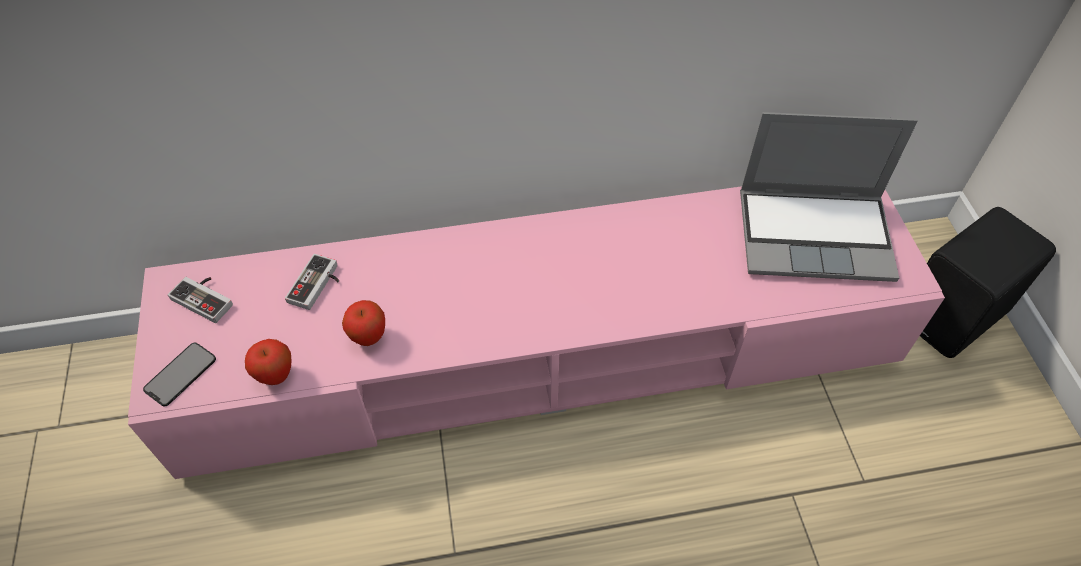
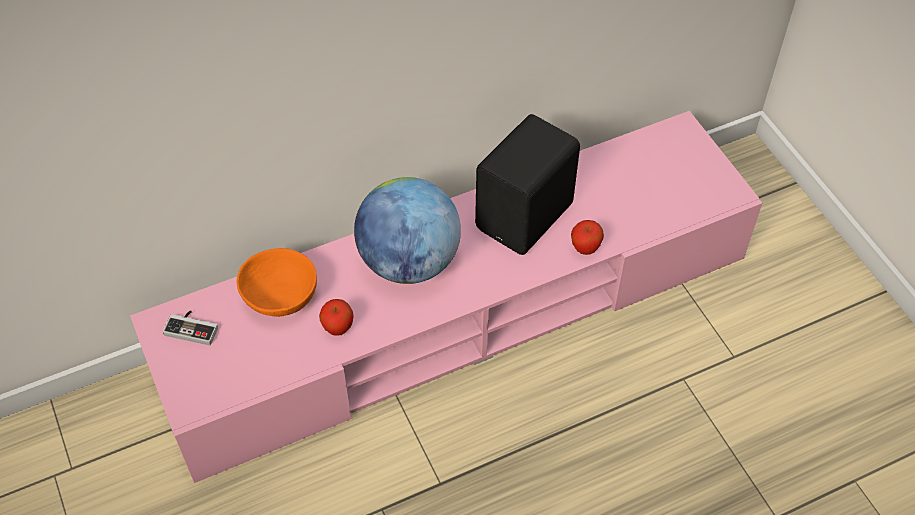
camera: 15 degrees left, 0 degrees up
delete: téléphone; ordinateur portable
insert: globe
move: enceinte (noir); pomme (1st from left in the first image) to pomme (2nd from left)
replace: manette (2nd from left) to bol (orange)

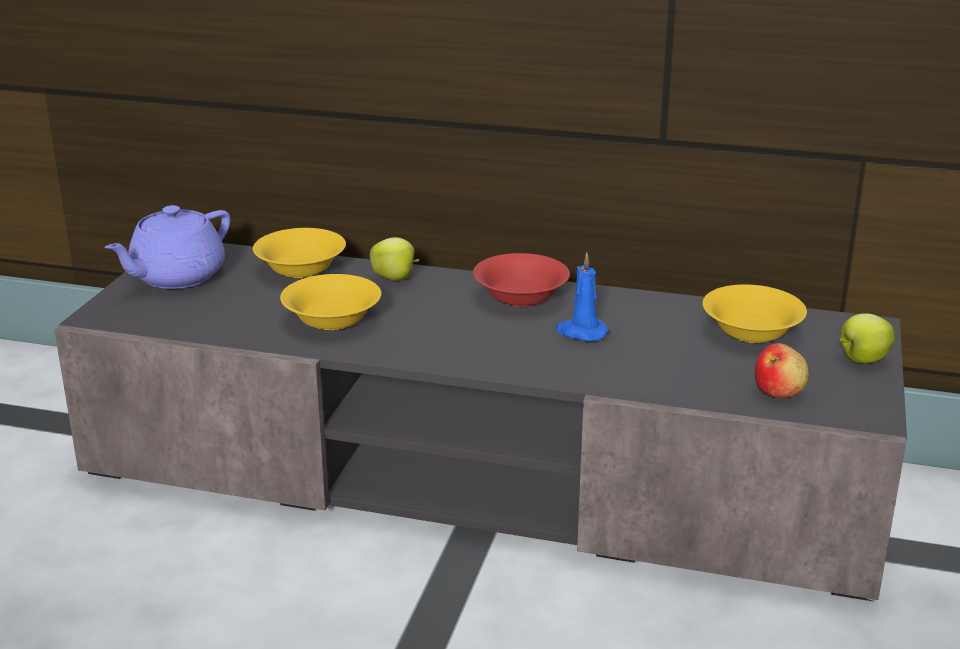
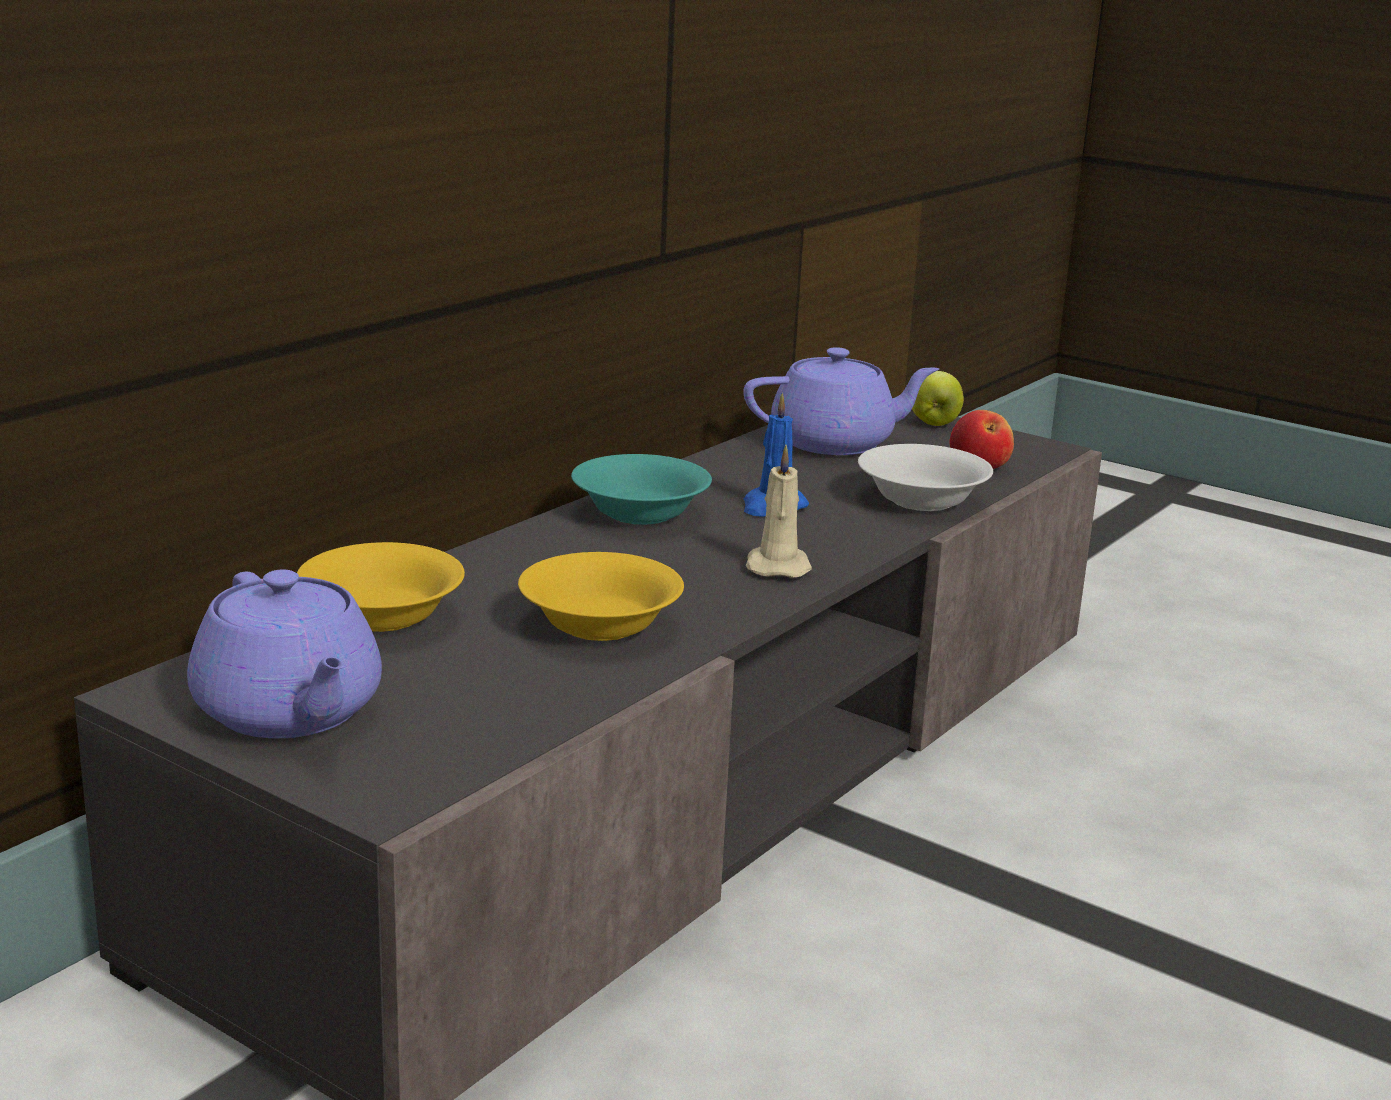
camera: 70 degrees left, 5 degrees down
delete: pomme (1st from left)
insert: bougie (beige); bol (blanc)
replace: bol (jaune) (3rd from left) to théière (violet) (2nd from left)
recolor: bol (rouge) to bol (turquoise)

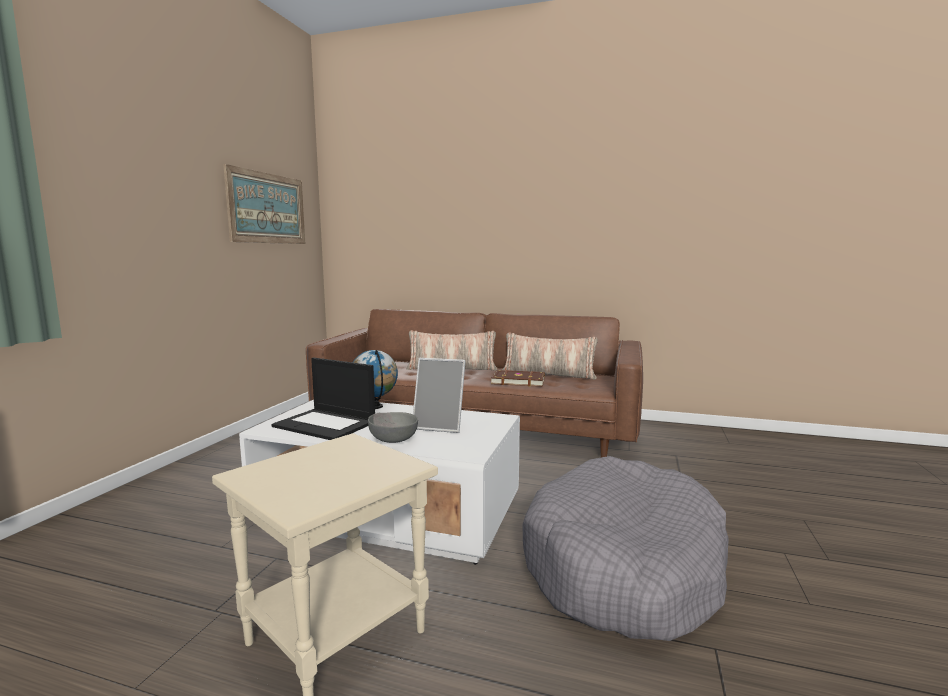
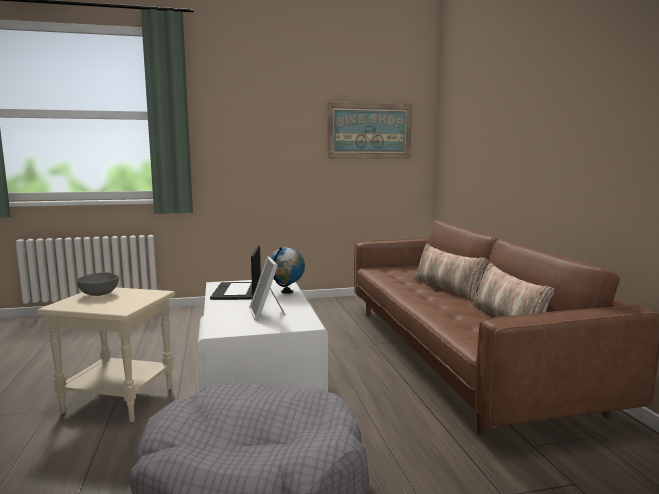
camera: 60 degrees right, 0 degrees up
delete: livre (marron)
move: bol (gris)

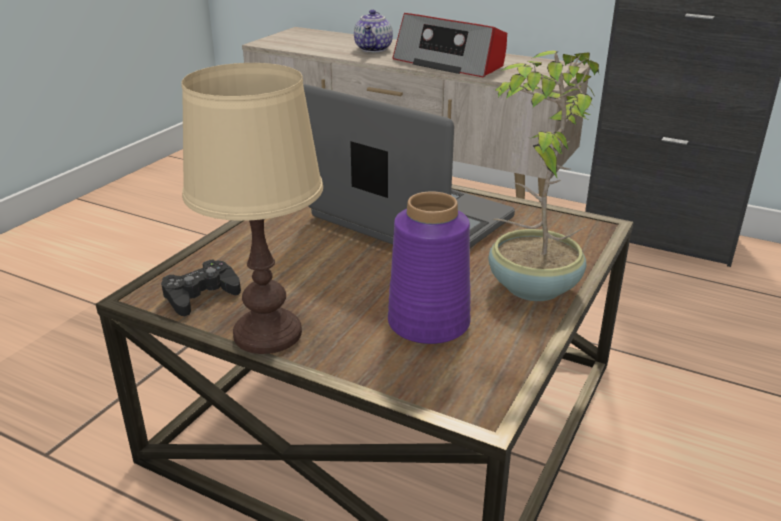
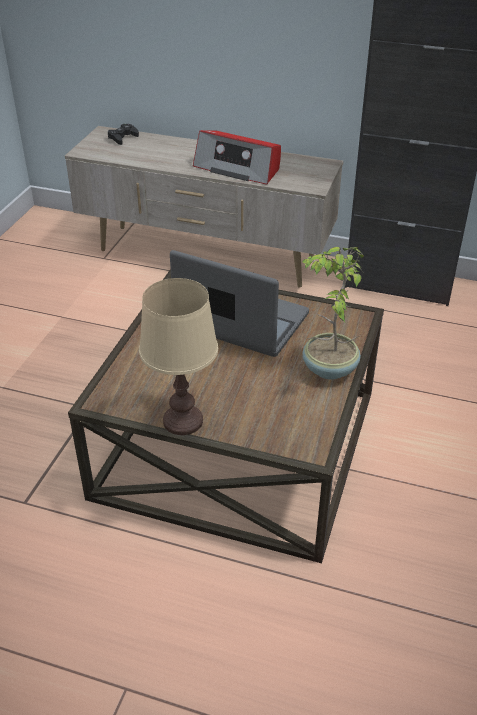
camera: 10 degrees left, 10 degrees up
delete: théière; vase (violet)
move: manette (noir)

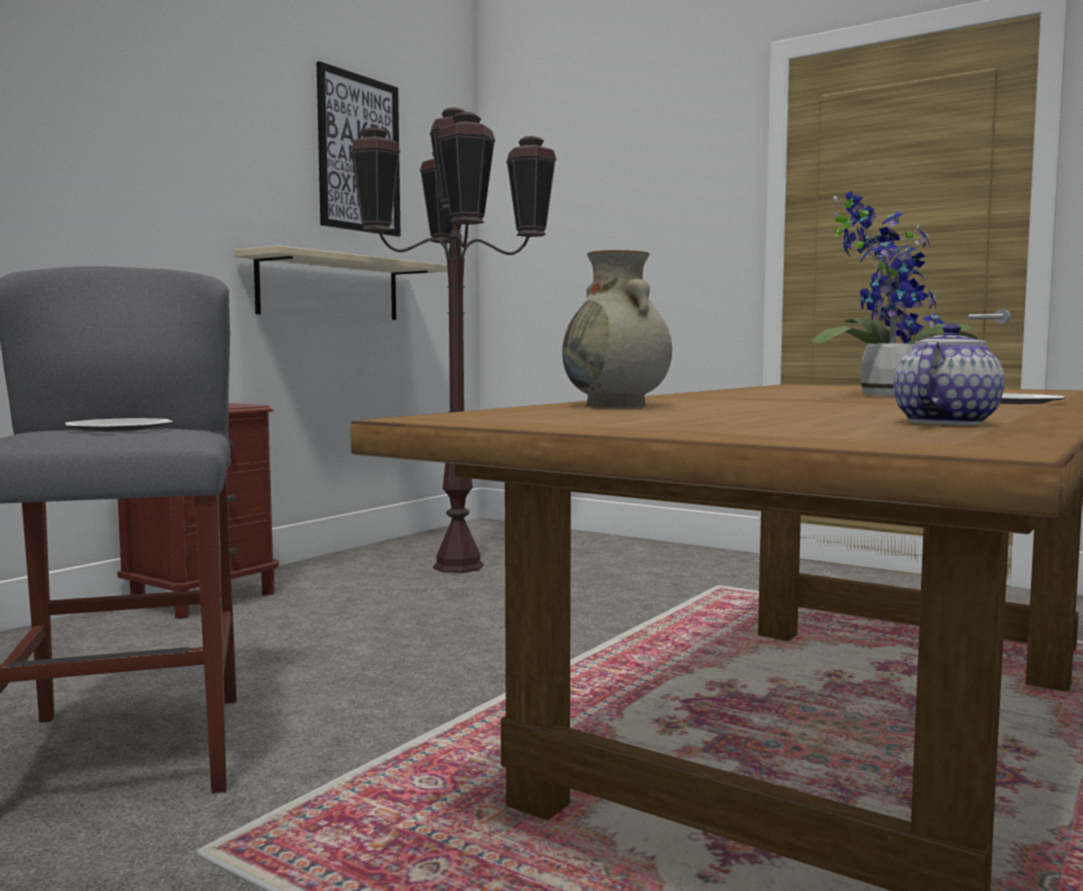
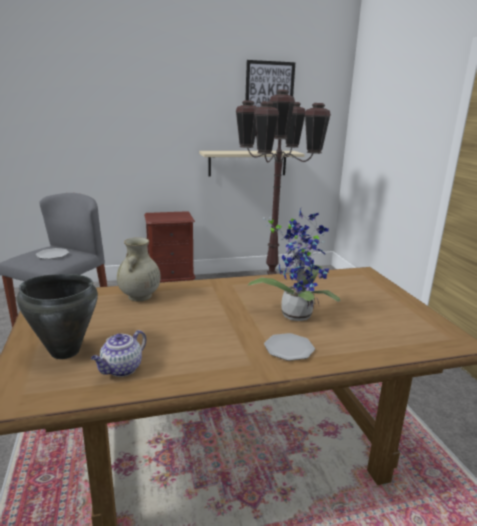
camera: 40 degrees right, 15 degrees up
insert: marmite (noir)
rotate: théière 135 degrees clockwise

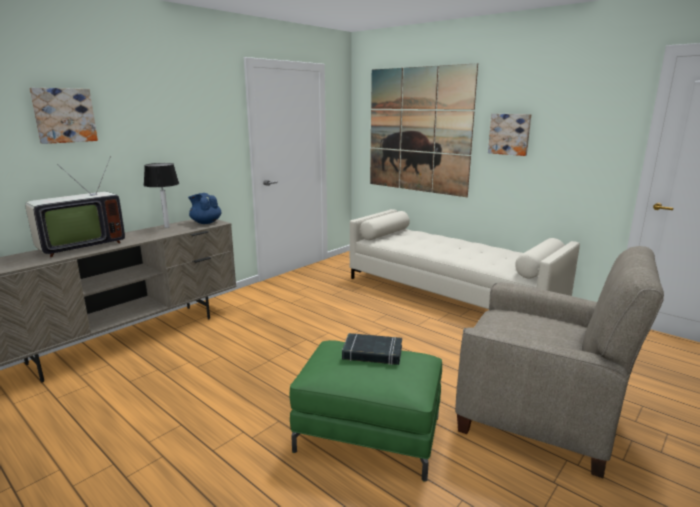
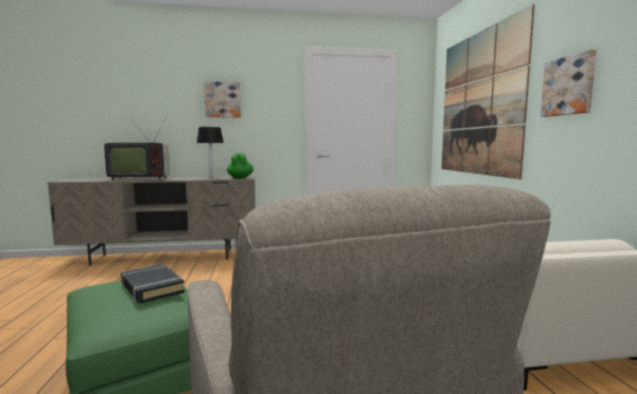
camera: 40 degrees right, 10 degrees down
move: tableau (1st from left)
recolor: théière (bleu) to théière (vert)

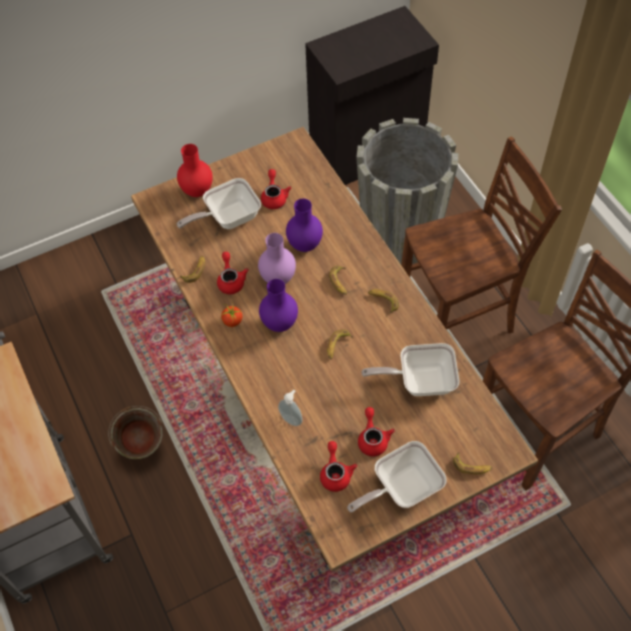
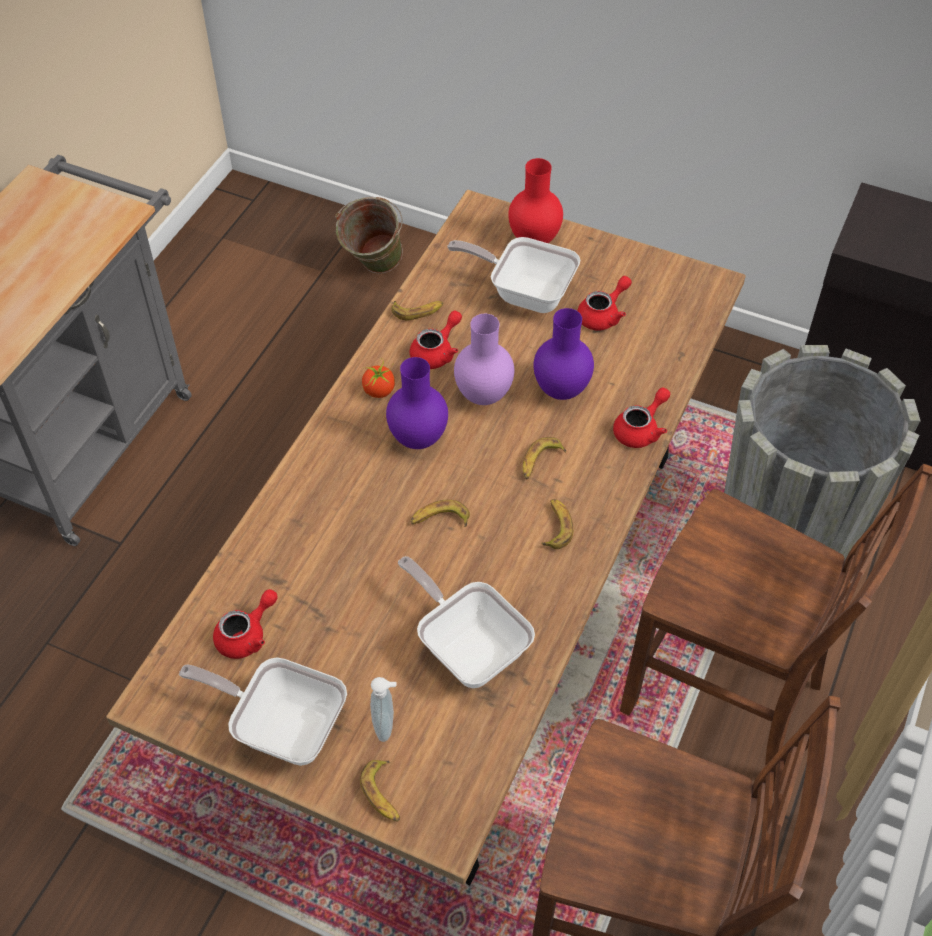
camera: 50 degrees right, 5 degrees down
move: seau (vert); distributeur de savon; théière (rouge) (4th from left)

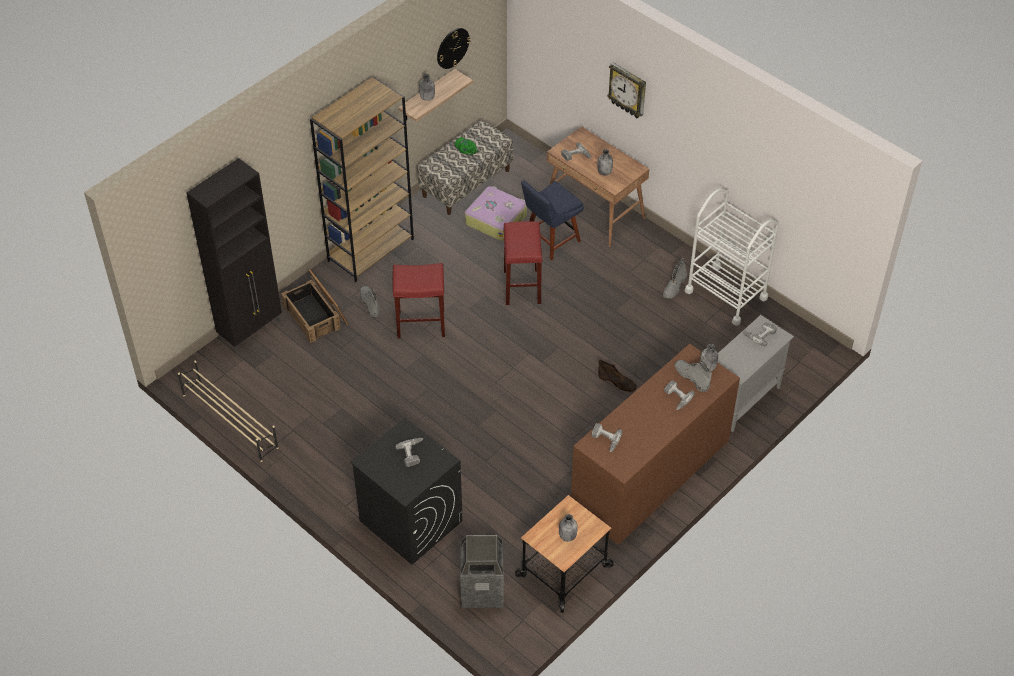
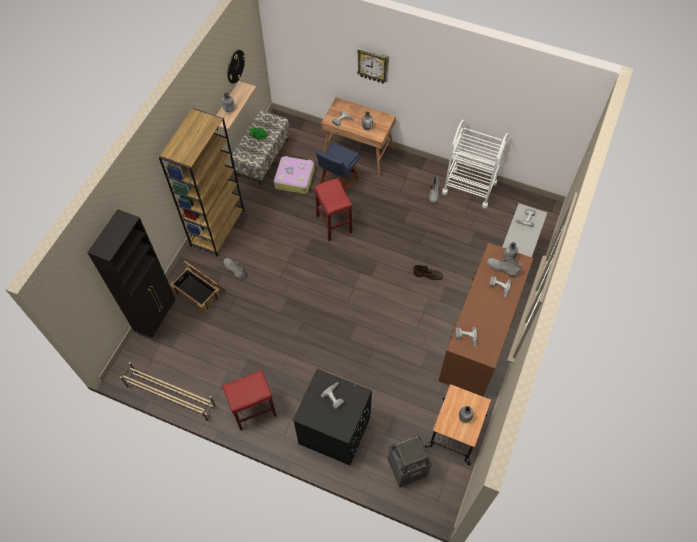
camera: 20 degrees left, 10 degrees up
move: tabouret (rouge) (1st from left)

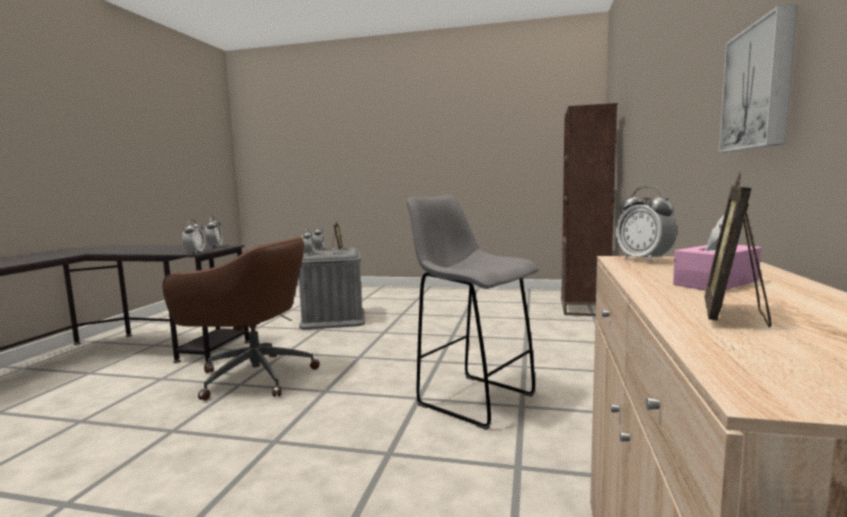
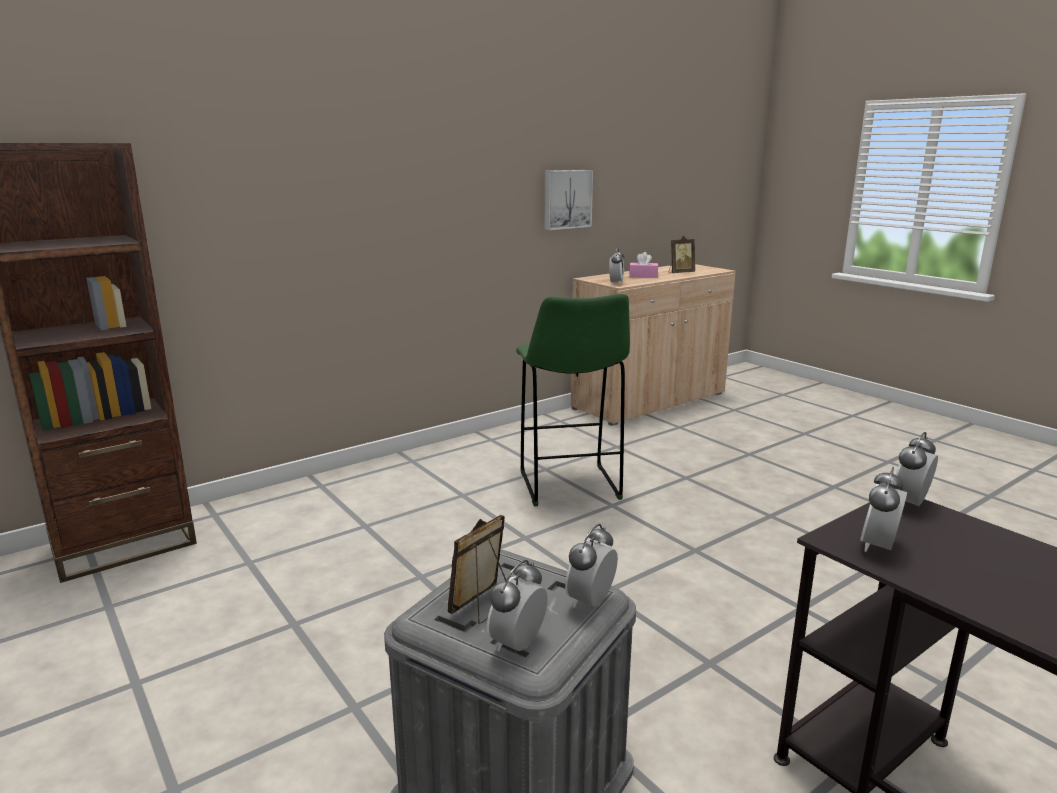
camera: 140 degrees left, 10 degrees up
delete: chaise de bureau (marron)
recolor: tabouret (gris) to tabouret (vert)

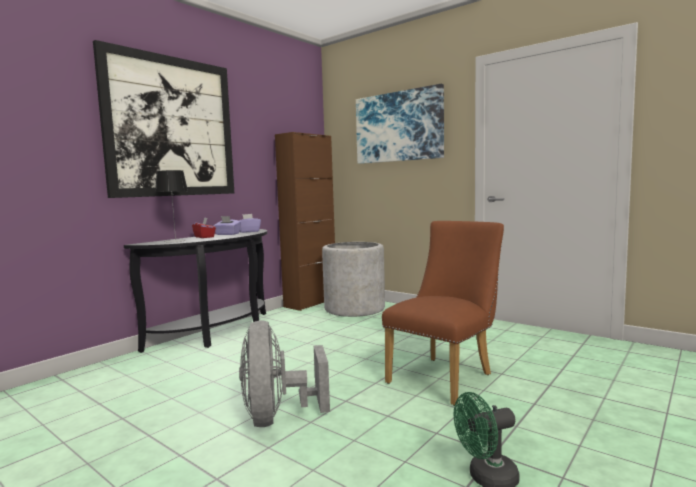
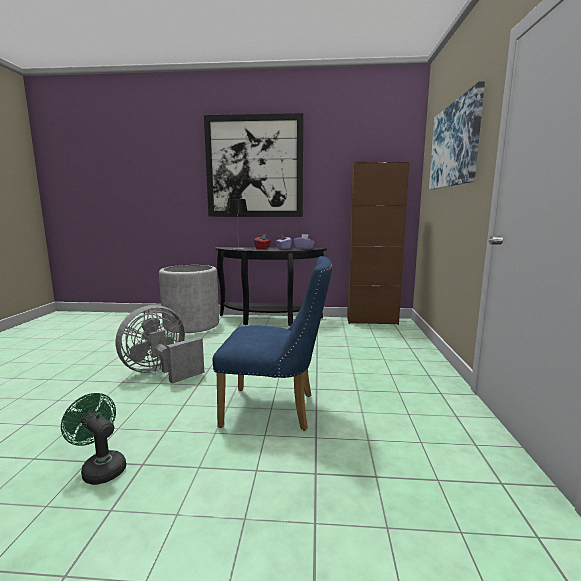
camera: 55 degrees right, 5 degrees up
move: cache-pot (gris)
recolor: chaise (marron) to chaise (bleu)

